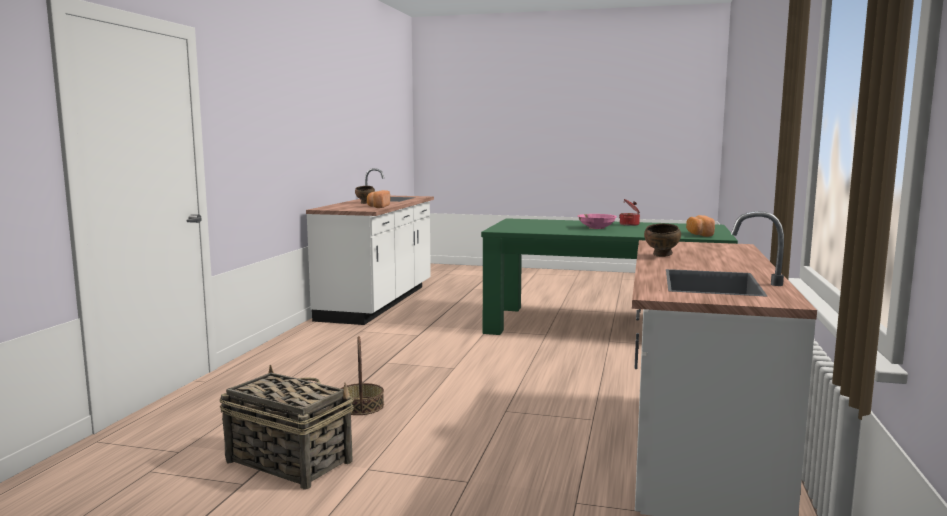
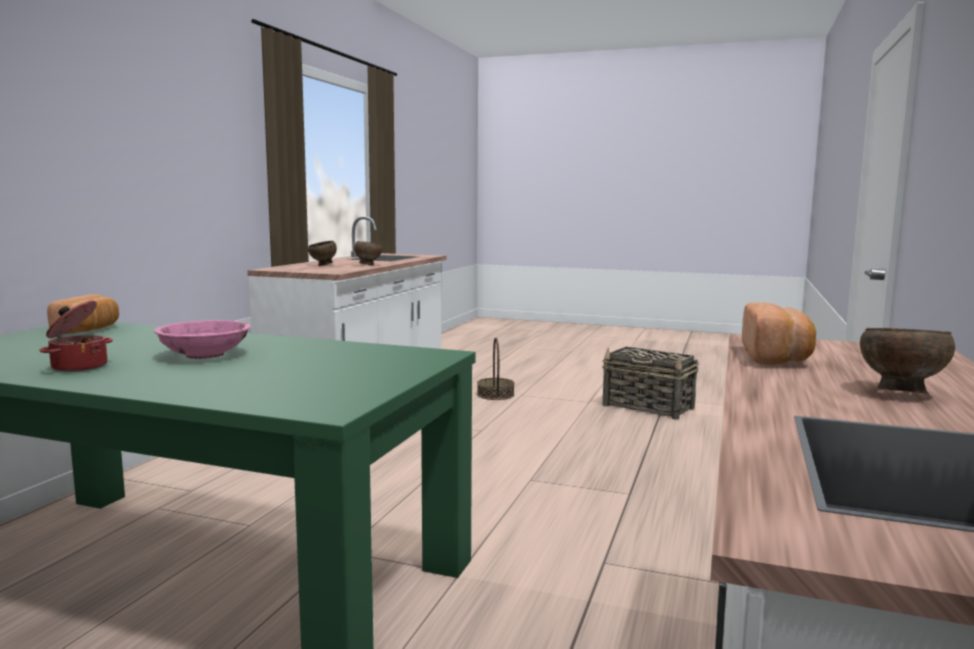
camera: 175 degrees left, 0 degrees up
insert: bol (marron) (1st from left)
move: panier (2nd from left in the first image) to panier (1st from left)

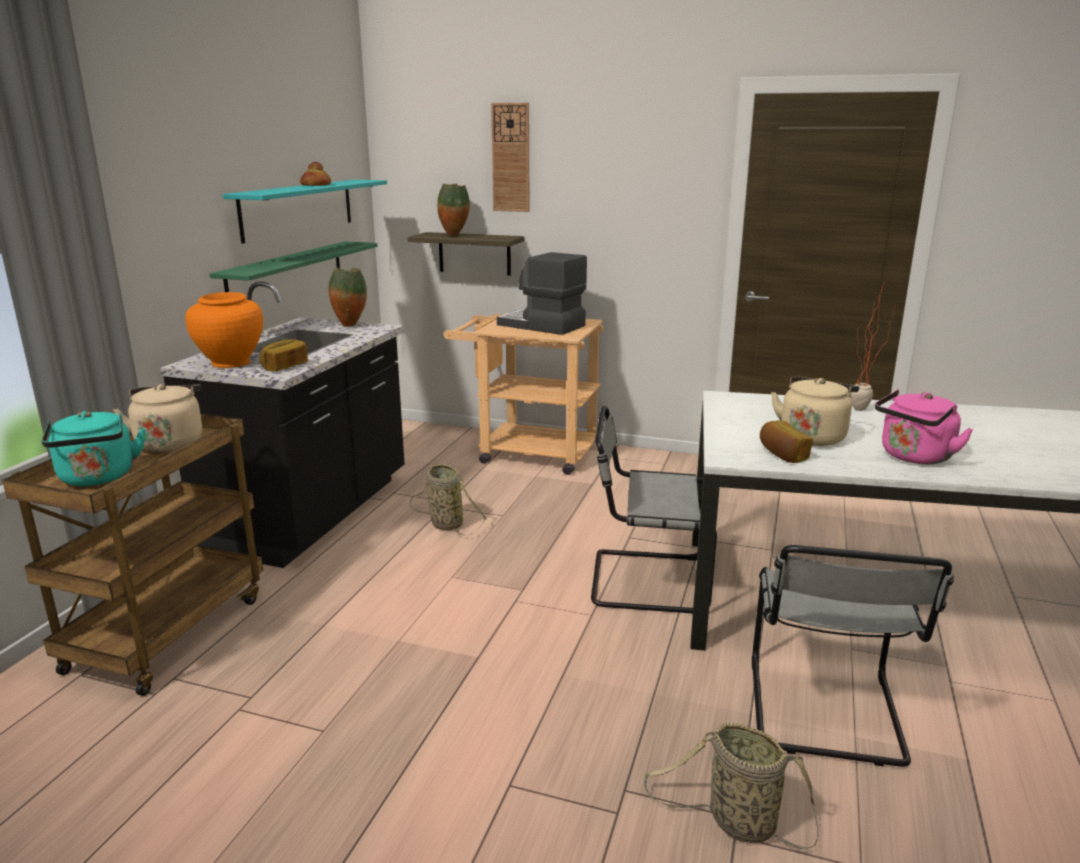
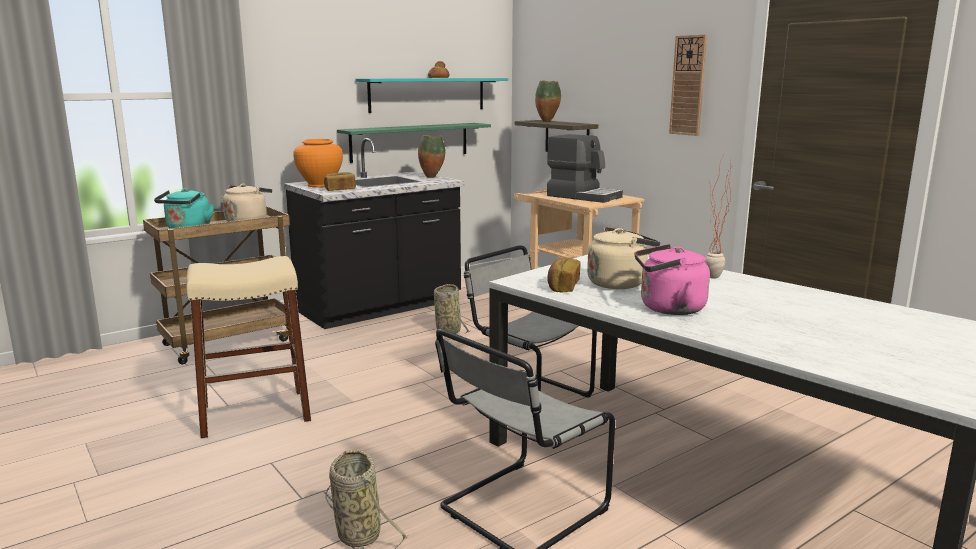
camera: 35 degrees right, 5 degrees down
insert: tabouret (beige)
move: horloge murale
rotate: machine à café 150 degrees clockwise

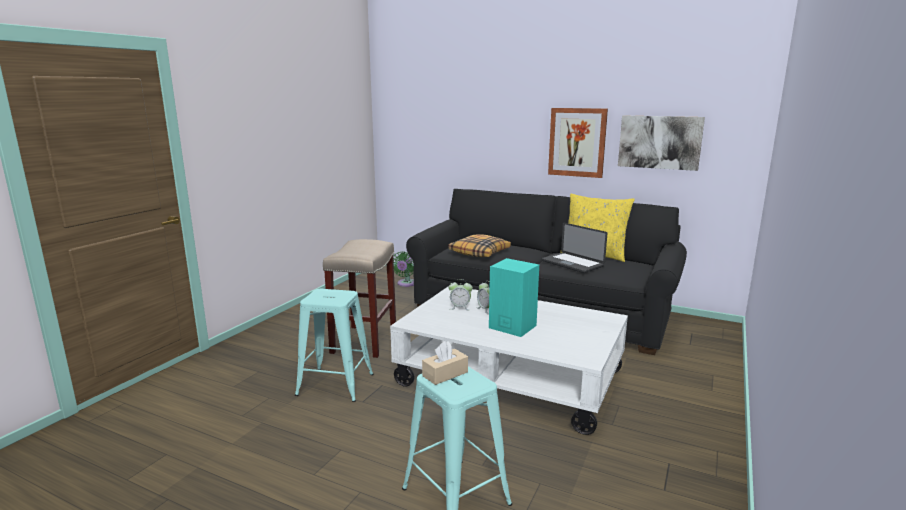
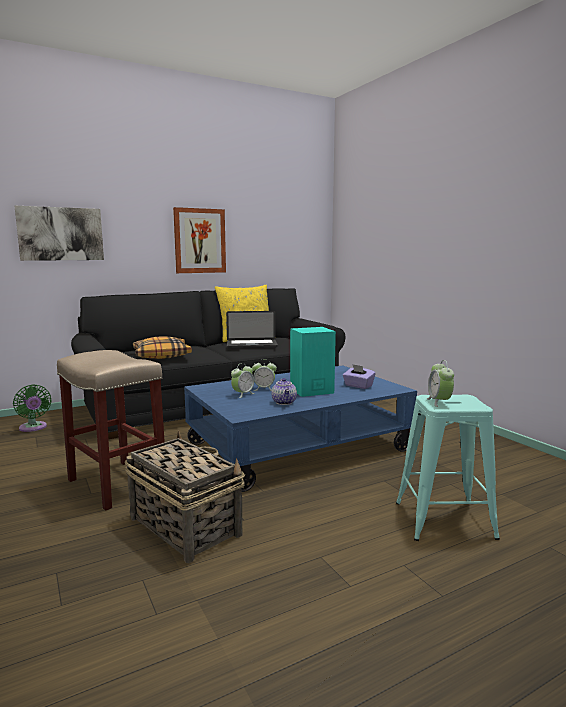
camera: 55 degrees left, 5 degrees down
insert: théière; boîte à mouchoirs (violet)
move: tableau (2nd from left in the first image) to tableau (1st from left)
replace: tabouret (turquoise) (1st from left) to panier; boîte à mouchoirs (beige) to réveil (3rd from left)
recolor: table basse (blanc) to table basse (bleu)

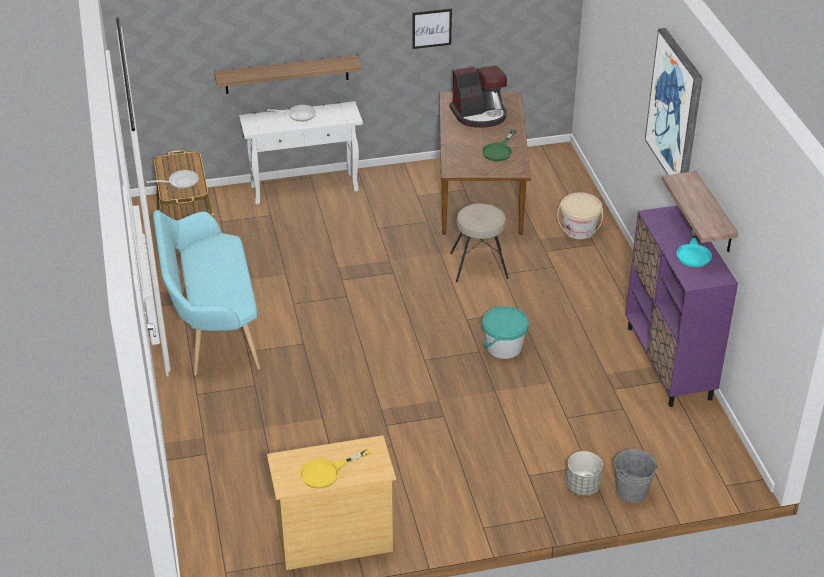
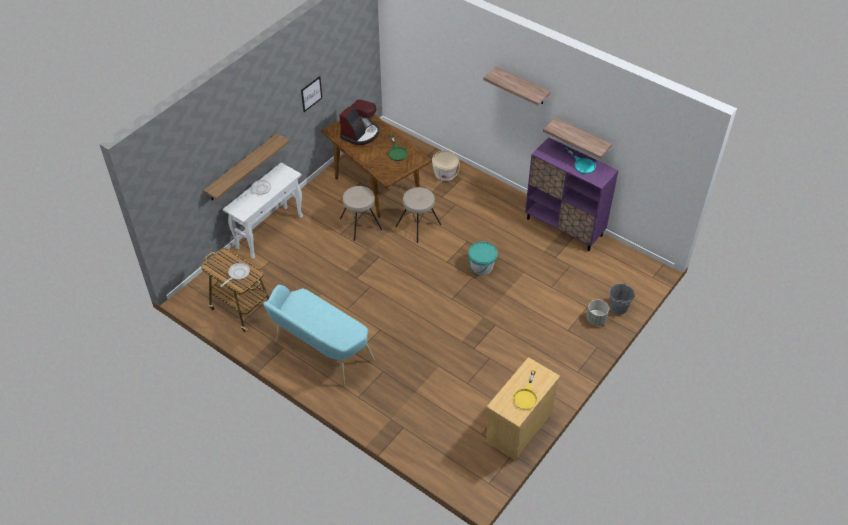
camera: 40 degrees left, 10 degrees up
insert: tabouret (beige) (1st from left)
replace: tableau (2nd from left) to étagère (2nd from left)

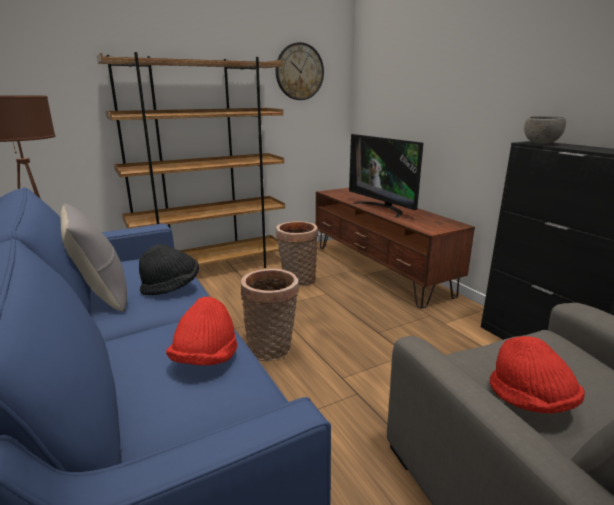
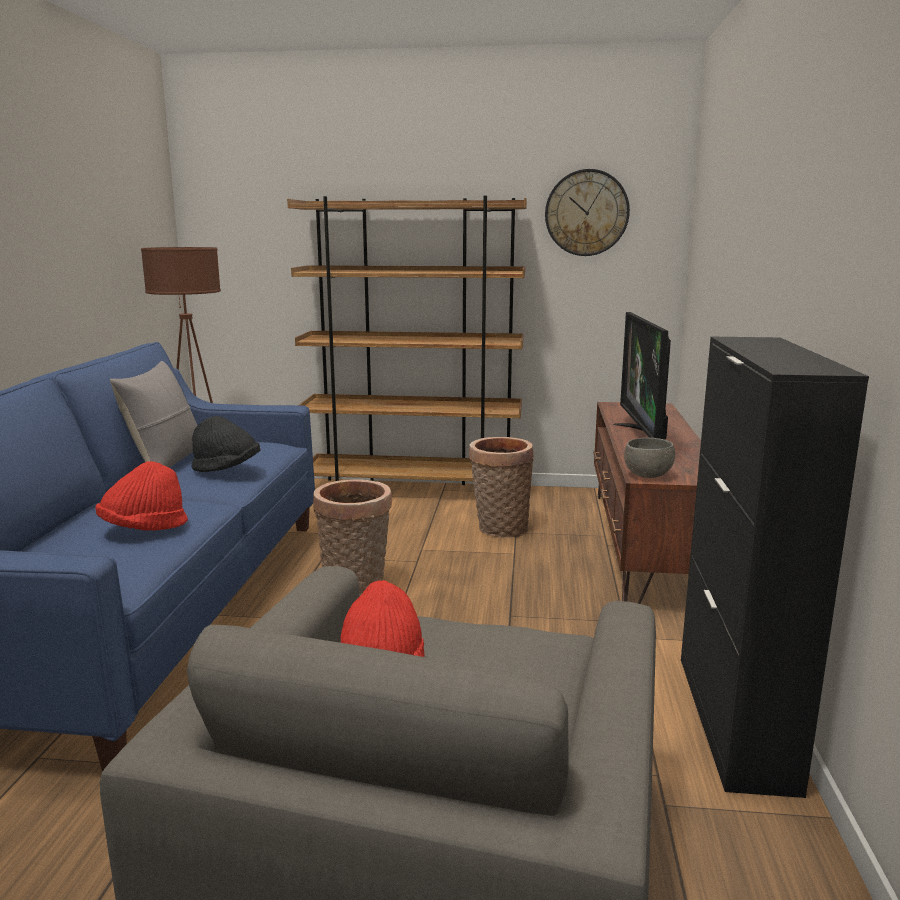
camera: 35 degrees right, 5 degrees down
move: bol (gris)

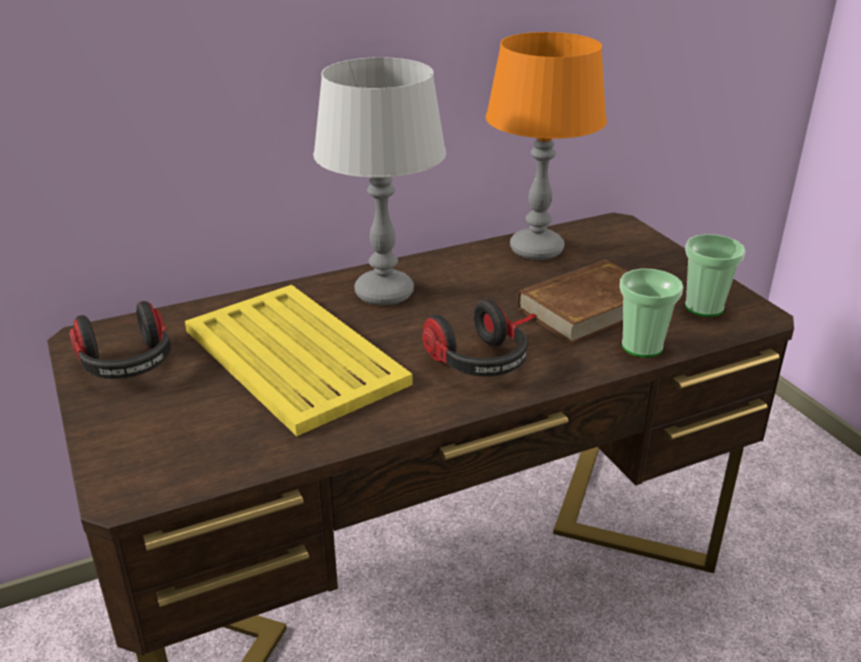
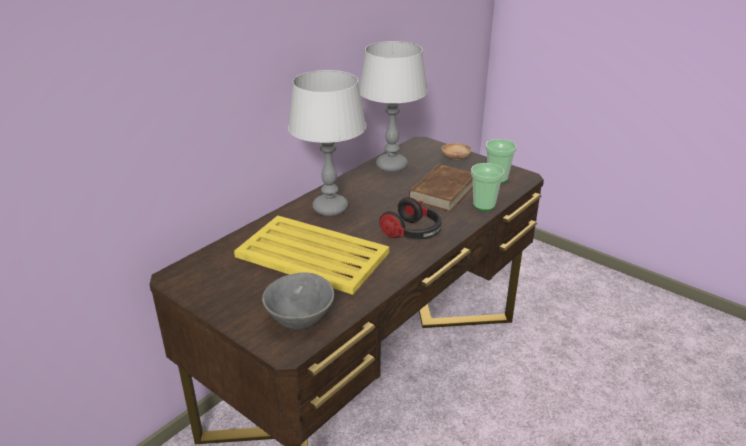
camera: 25 degrees left, 0 degrees up
delete: casque audio (1st from left)
insert: bol (gris); bol (marron)
recolor: lampe de table (orange) to lampe de table (gris) (2nd from left)

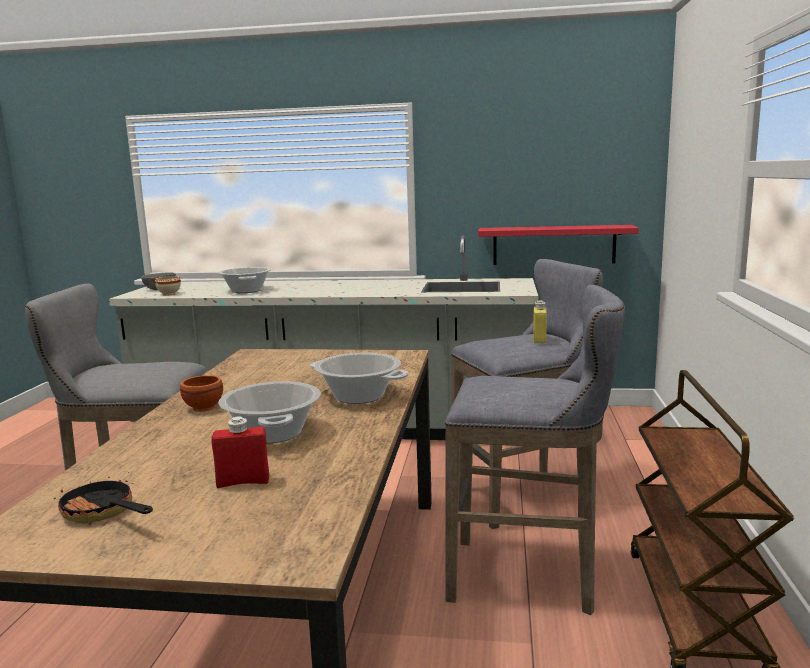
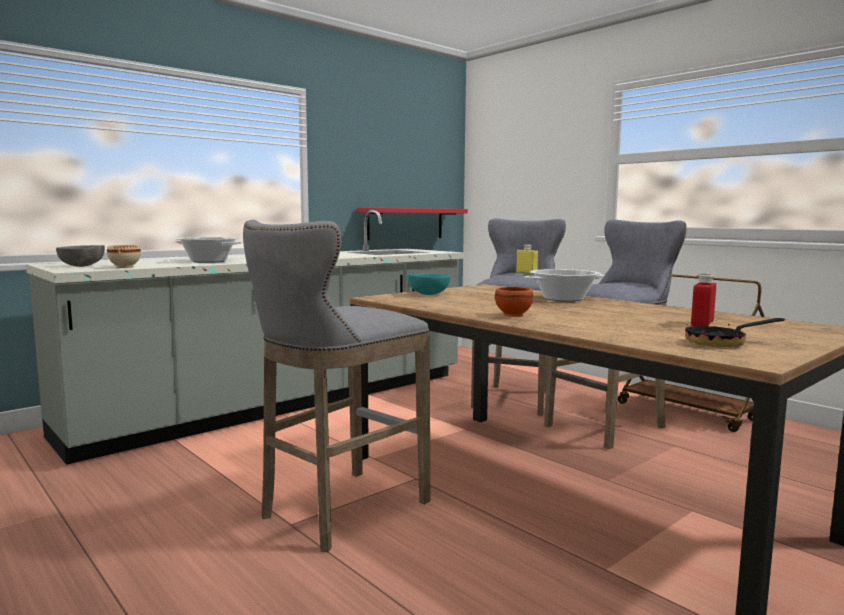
camera: 50 degrees left, 5 degrees down
delete: marmite (2nd from left)
insert: bol (turquoise)

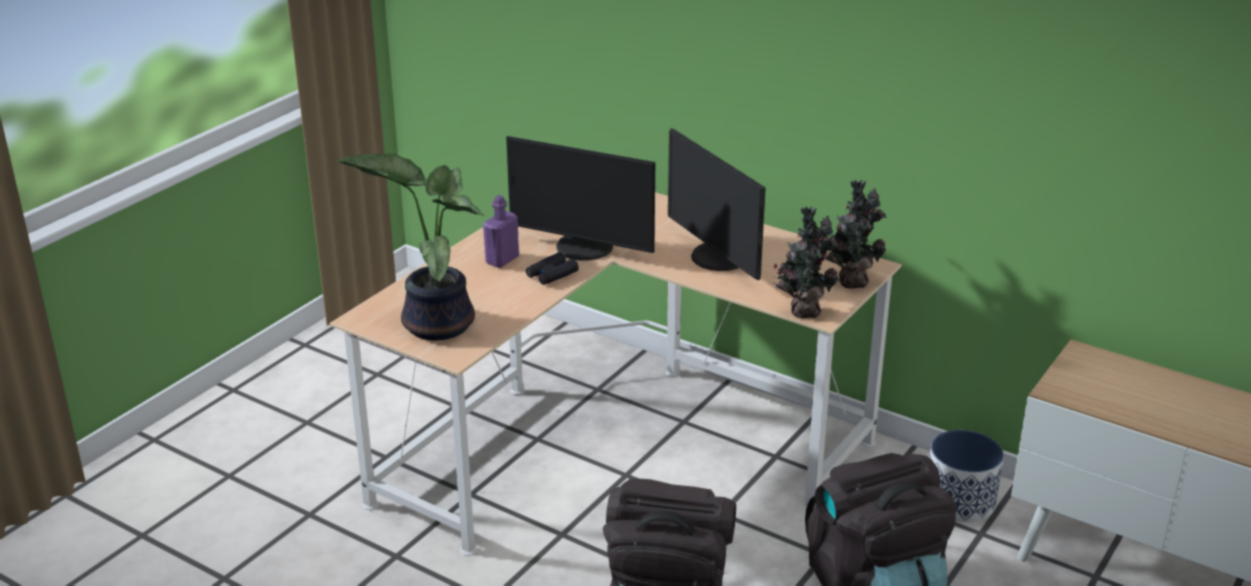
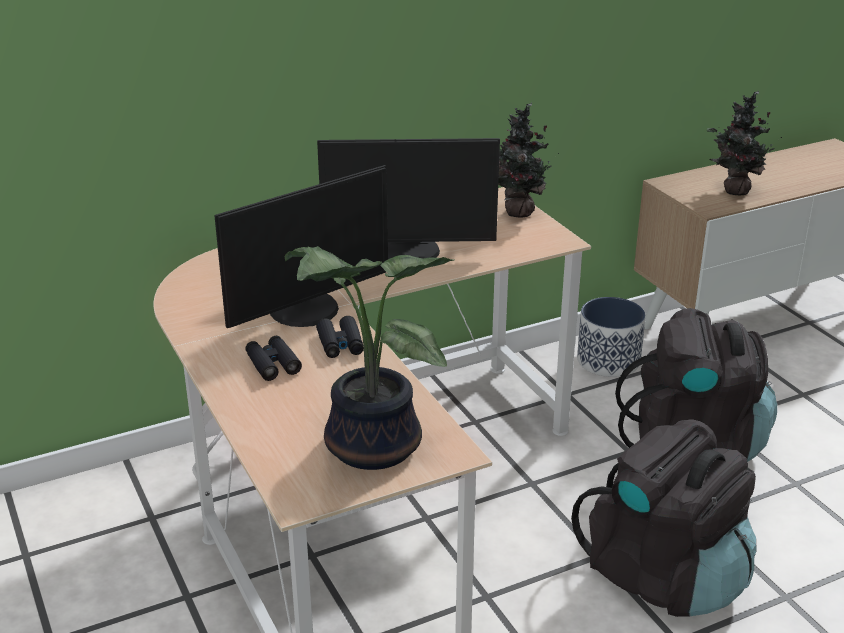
camera: 60 degrees left, 0 degrees up
move: plante en pot (2nd from left in the first image) to plante en pot (3rd from left)
replace: bouteille (violet) to jumelles (noir) (1st from left)

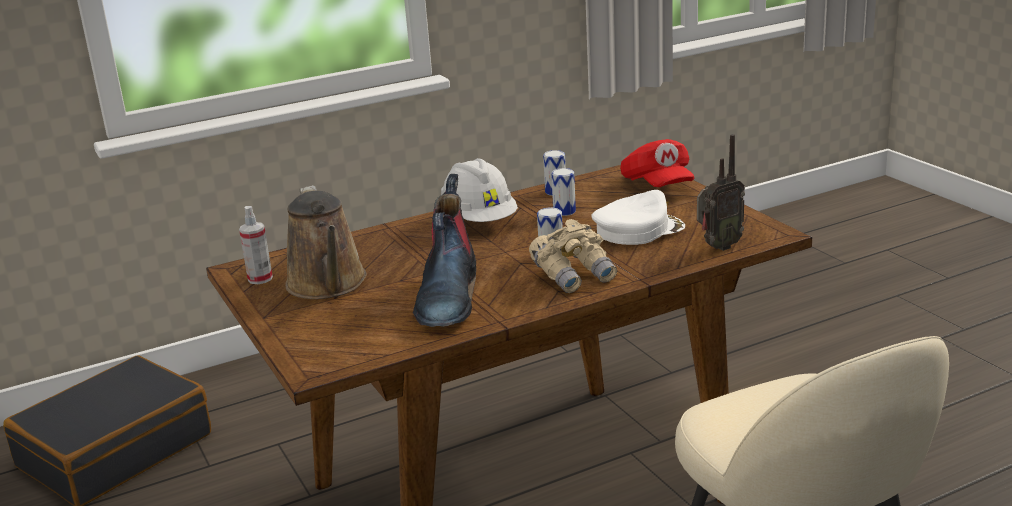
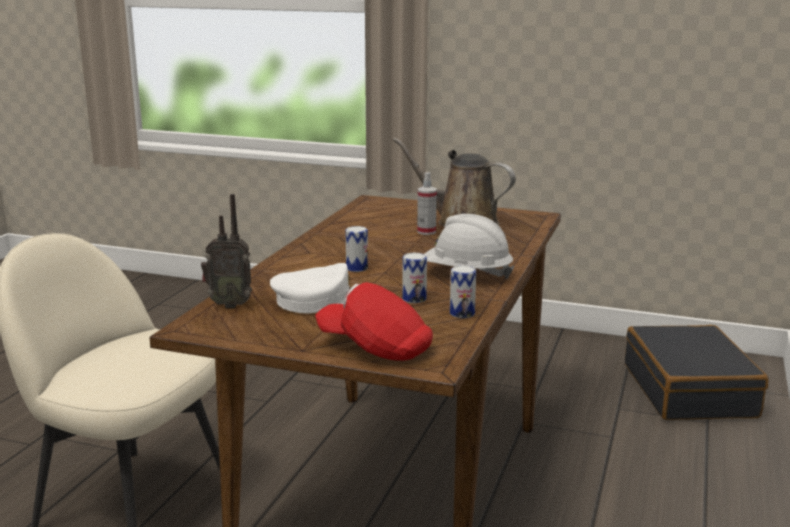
camera: 135 degrees right, 5 degrees down
delete: botte; jumelles (beige)
move: vaporisateur
rotate: radio 105 degrees counterclockwise; casquette (blanc) 120 degrees counterclockwise

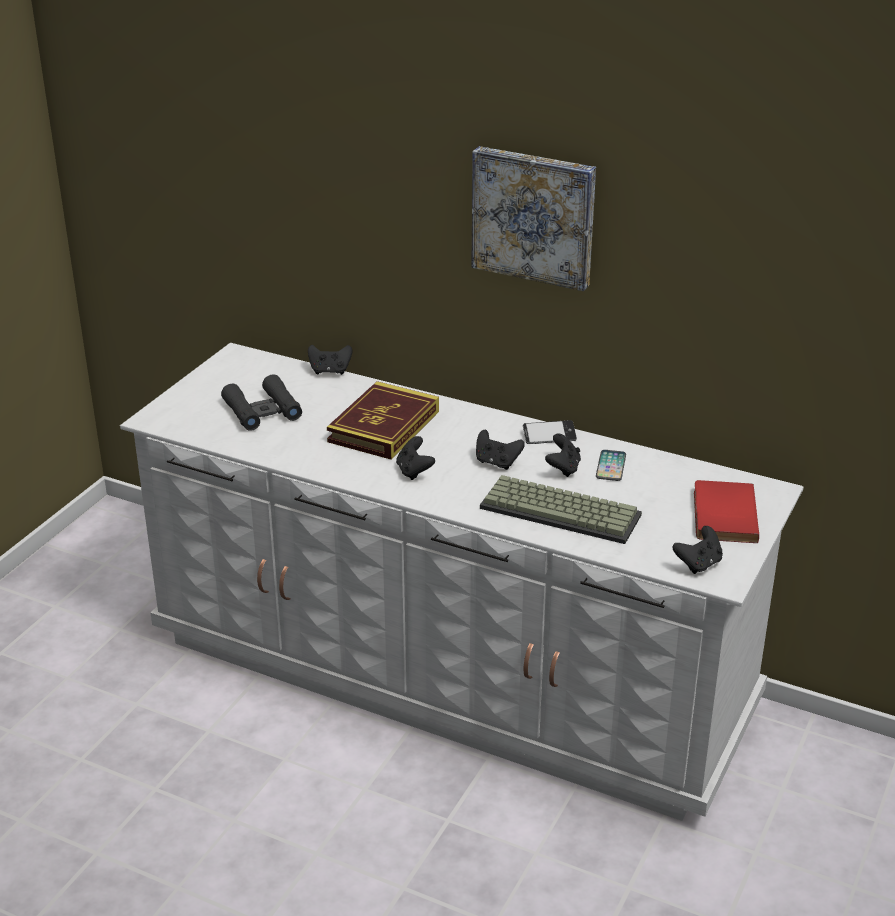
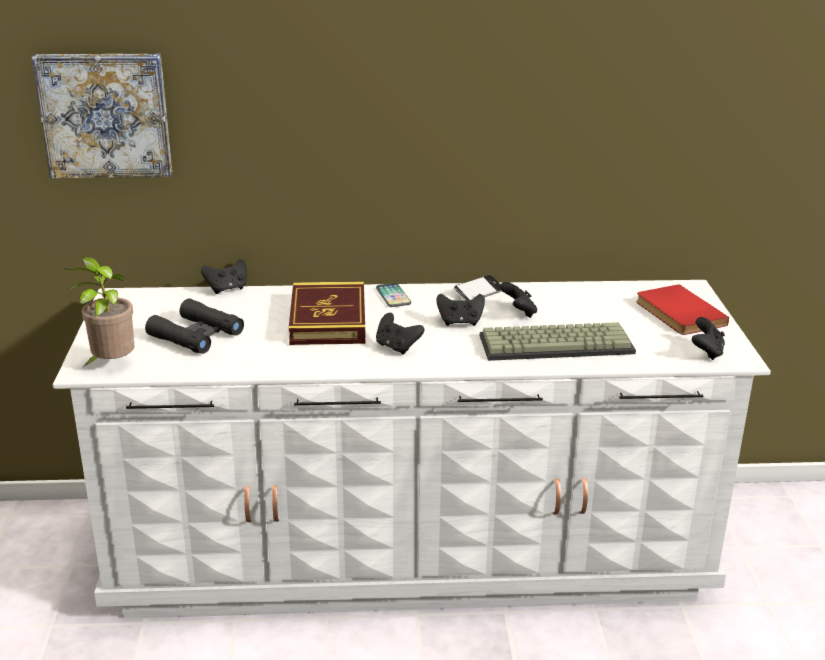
camera: 30 degrees left, 5 degrees down
insert: plante en pot
move: tableau; téléphone (2nd from left in the first image) to téléphone (1st from left)

